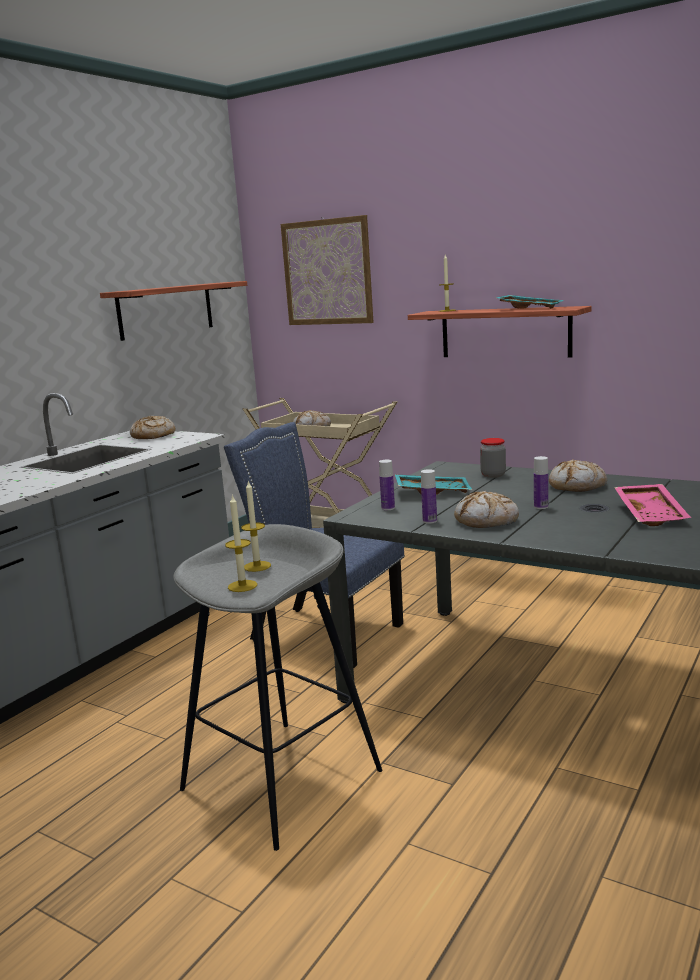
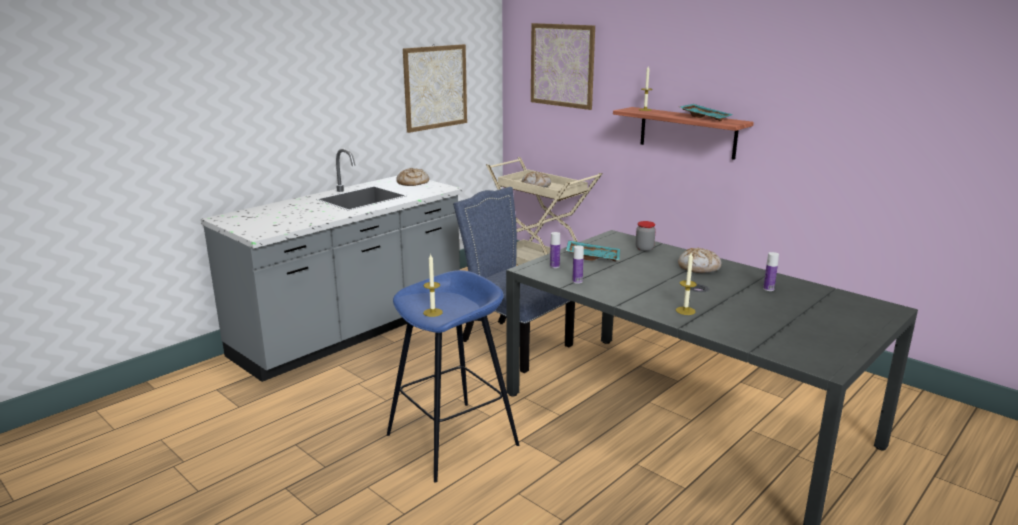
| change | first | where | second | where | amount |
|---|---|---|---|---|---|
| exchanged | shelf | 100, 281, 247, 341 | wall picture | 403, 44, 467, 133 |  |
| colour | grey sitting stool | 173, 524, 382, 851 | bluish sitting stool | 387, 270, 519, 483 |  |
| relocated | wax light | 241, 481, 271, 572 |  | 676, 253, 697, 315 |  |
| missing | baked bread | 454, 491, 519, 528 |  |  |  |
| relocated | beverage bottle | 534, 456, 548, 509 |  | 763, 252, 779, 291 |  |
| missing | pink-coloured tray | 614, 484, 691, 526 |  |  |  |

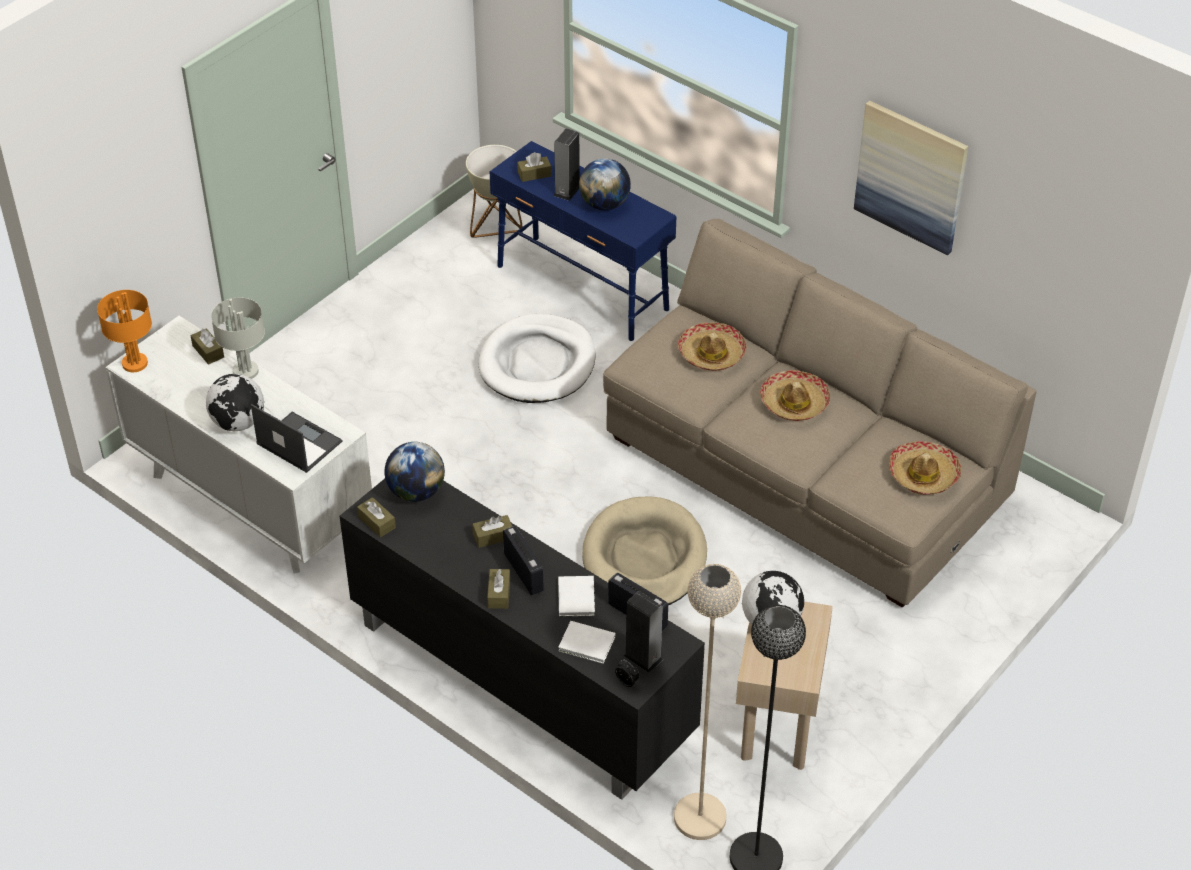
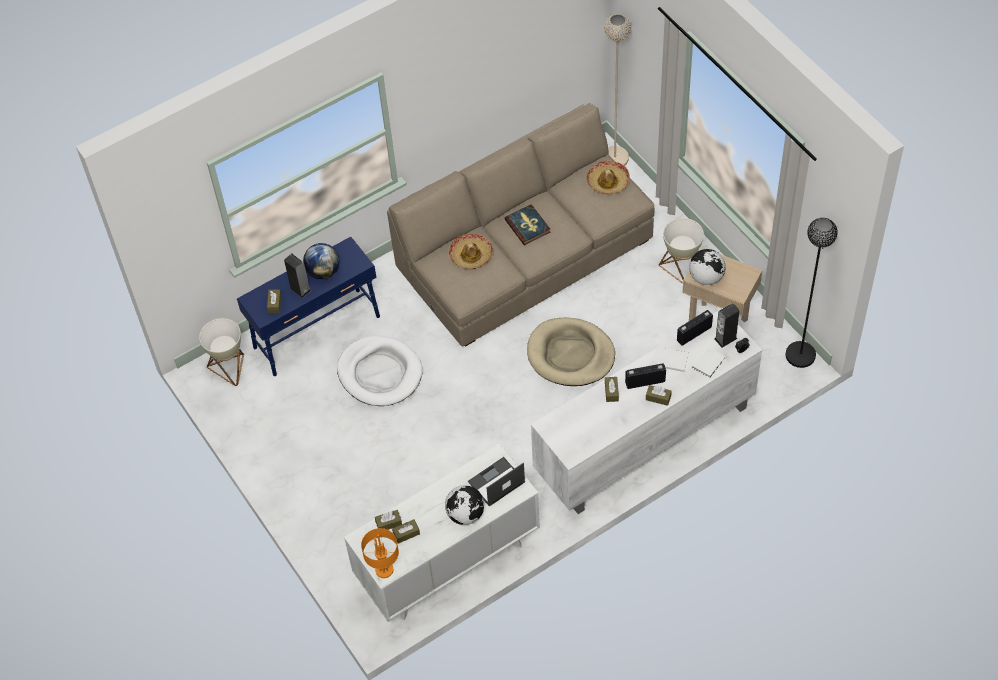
| change | first | where | second | where | amount |
|---|---|---|---|---|---|
| missing | grey tabletop lamp | 211, 297, 265, 379 |  |  |  |
| colour | black-coloured tv stand | 340, 479, 705, 800 | white-coloured tv stand | 531, 308, 762, 514 |  |
| relocated | brown-coloured tissue holder | 357, 497, 396, 537 |  | 392, 519, 420, 544 |  |
| missing | globe | 384, 442, 445, 502 |  |  |  |
| relocated | beige-coloured standard lamp | 674, 564, 741, 840 |  | 604, 14, 631, 166 |  |
| exchanged | clothing hat | 760, 370, 830, 421 | volume | 505, 204, 551, 245 |  |
| missing | wall picture | 854, 101, 968, 255 |  |  |  |
| appeared |  |  | plant pot | 659, 218, 704, 284 |  |

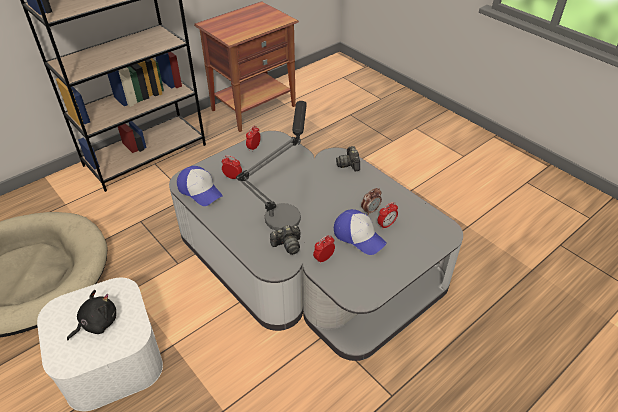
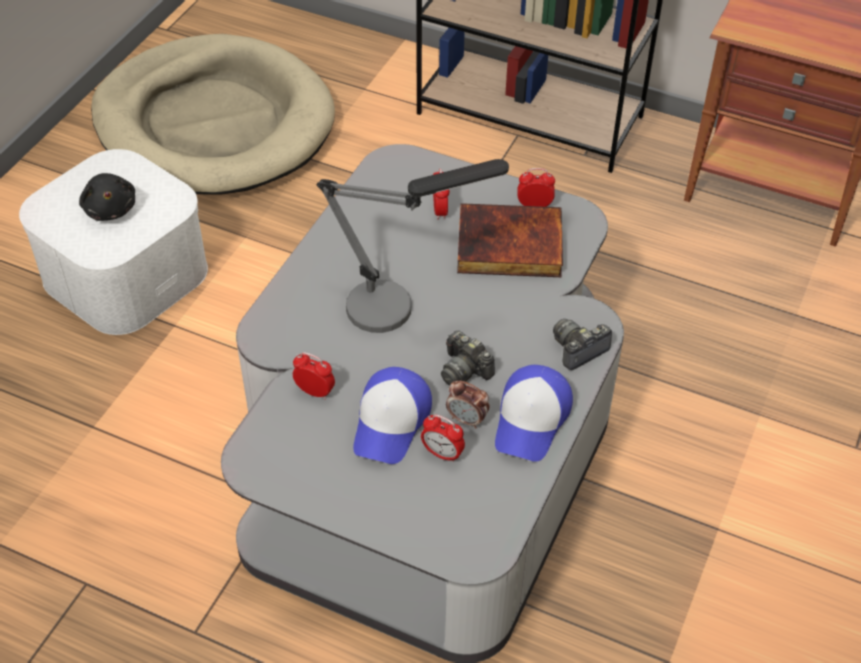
| change | first | where | second | where | amount |
|---|---|---|---|---|---|
| spun | black-coloured cuddly toy | 67, 290, 116, 340 |  | 79, 173, 135, 221 | 45 degrees clockwise |
| relocated | baseball cap | 177, 166, 223, 206 |  | 495, 365, 573, 462 |  |
| relocated | photo camera | 270, 225, 300, 255 |  | 441, 331, 495, 386 |  |
| appeared |  |  | volume | 457, 203, 563, 277 |  |

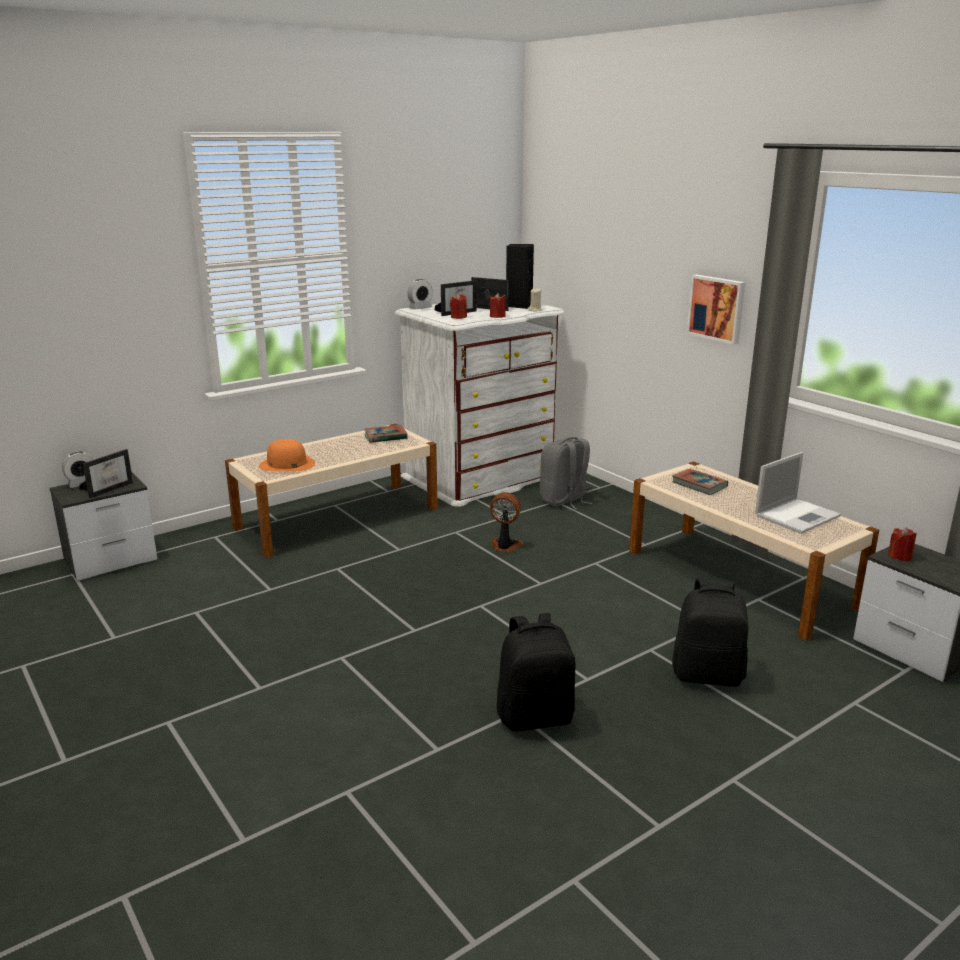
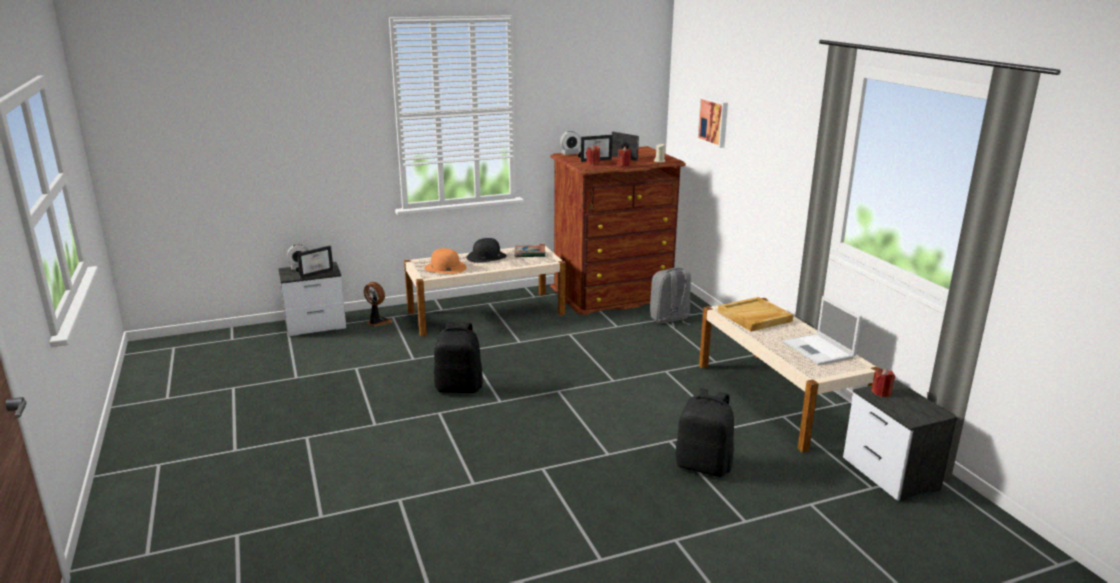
| change | first | where | second | where | amount |
|---|---|---|---|---|---|
| colour | white-coloured drawer chest | 394, 304, 564, 507 | brown-coloured drawer chest | 550, 146, 686, 315 |  |
| relocated | fan | 490, 492, 523, 552 |  | 364, 282, 392, 326 |  |
| relocated | black-coloured rucksack | 497, 613, 576, 731 |  | 434, 322, 483, 393 |  |
| missing | black-coloured loudspeaker | 506, 244, 534, 309 |  |  |  |
| exchanged | volume | 672, 469, 728, 495 | beige-coloured tray | 718, 297, 794, 331 |  |
| relocated | wall picture | 686, 274, 745, 345 |  | 697, 96, 728, 148 |  |
| spun | portable computer | 755, 452, 841, 534 |  | 783, 296, 862, 365 | 90 degrees clockwise |
| appeared |  |  | black-coloured clothing hat | 466, 238, 507, 263 |  |

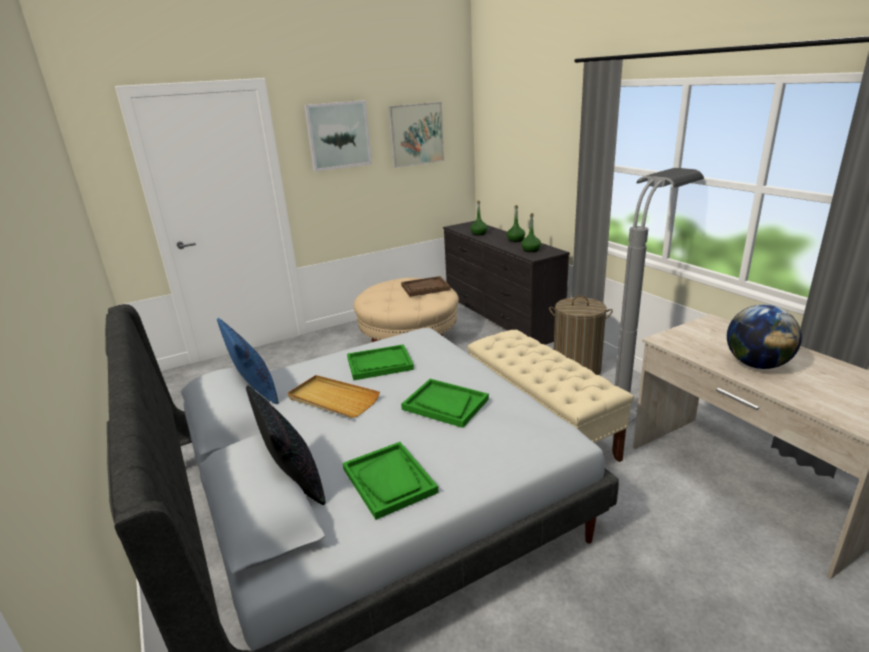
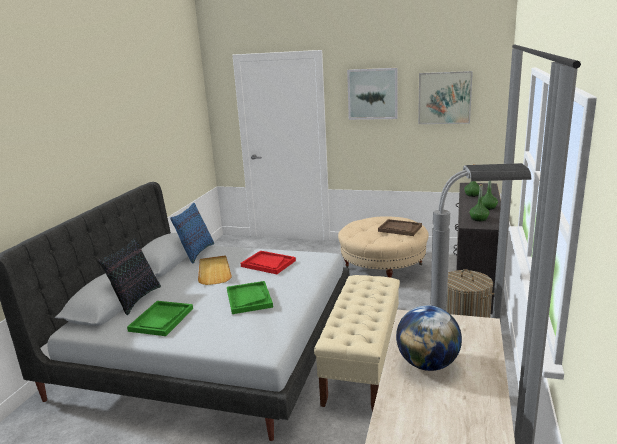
| change | first | where | second | where | amount |
|---|---|---|---|---|---|
| colour | green tray | 347, 344, 414, 380 | reddish tray | 241, 251, 296, 274 |  |

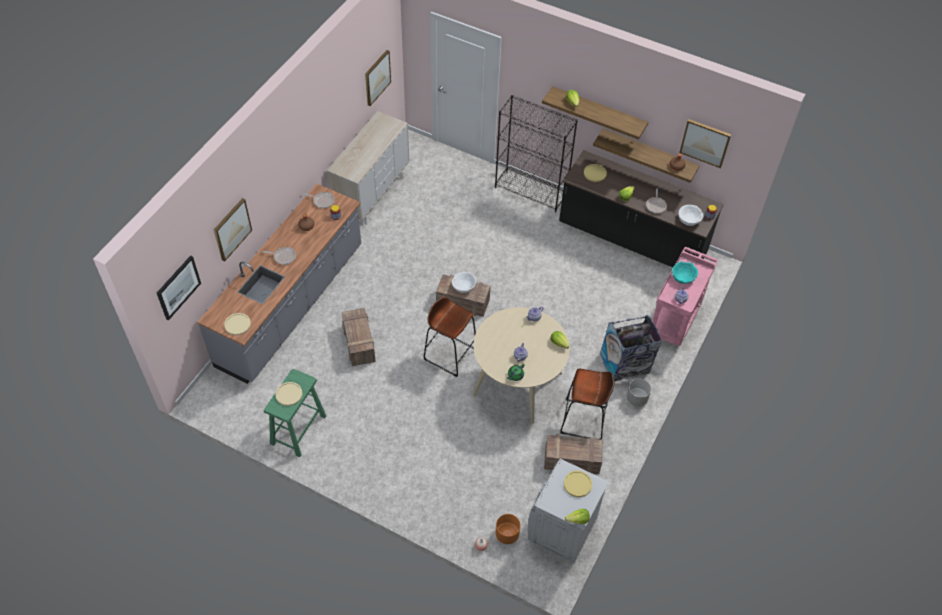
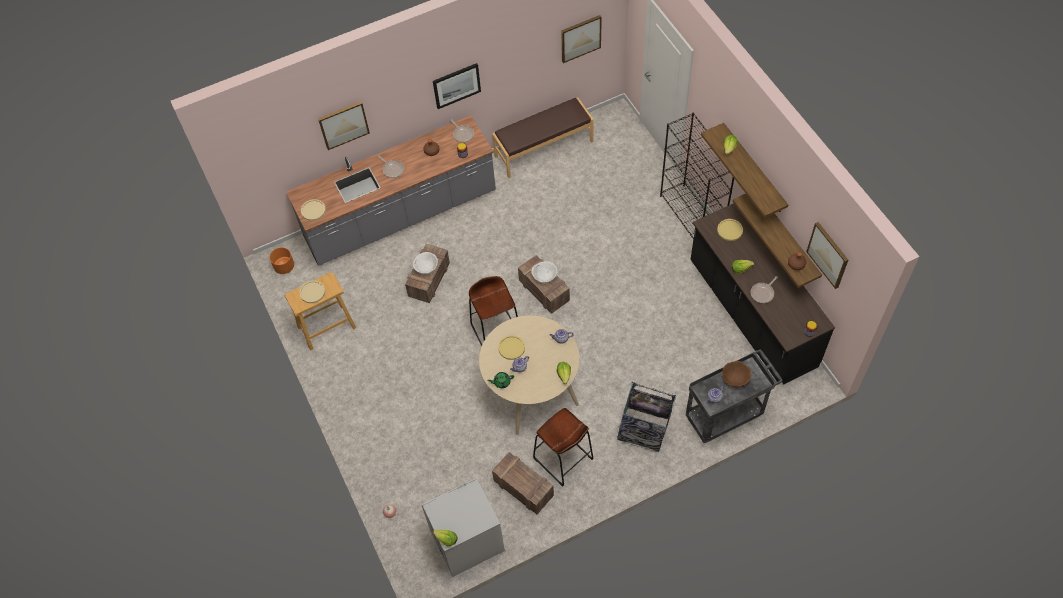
| change | first | where | second | where | amount |
|---|---|---|---|---|---|
| relocated | wall picture | 157, 255, 201, 320 |  | 433, 63, 481, 109 |  |
| colour | green sitting stool | 264, 369, 326, 457 | beige-coloured sitting stool | 284, 272, 356, 351 |  |
| exchanged | white-coloured drawer chest | 326, 111, 409, 225 | brown-coloured long seat | 492, 98, 594, 178 |  |
| relocated | orange plant pot | 495, 514, 521, 544 |  | 270, 247, 294, 274 |  |
| relocated | yellow flat dish | 564, 470, 592, 497 |  | 498, 335, 525, 360 |  |
| missing | grey plant pot | 627, 379, 651, 406 |  |  |  |
| colour | pink-coloured wheeled cart | 652, 247, 718, 348 | grey wheeled cart | 686, 350, 783, 443 |  |
| colour | blue-green bowl | 672, 261, 698, 284 | brown-coloured bowl | 722, 361, 751, 387 |  |
| relocated | white-coloured bowl | 679, 205, 704, 226 |  | 413, 252, 438, 275 |  |

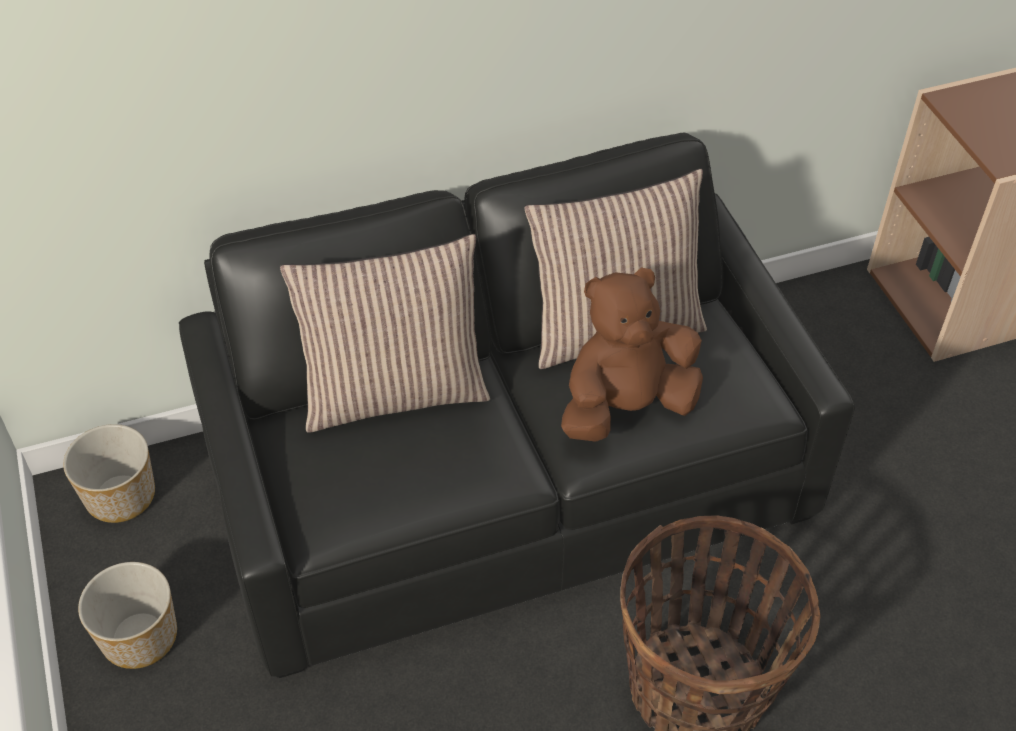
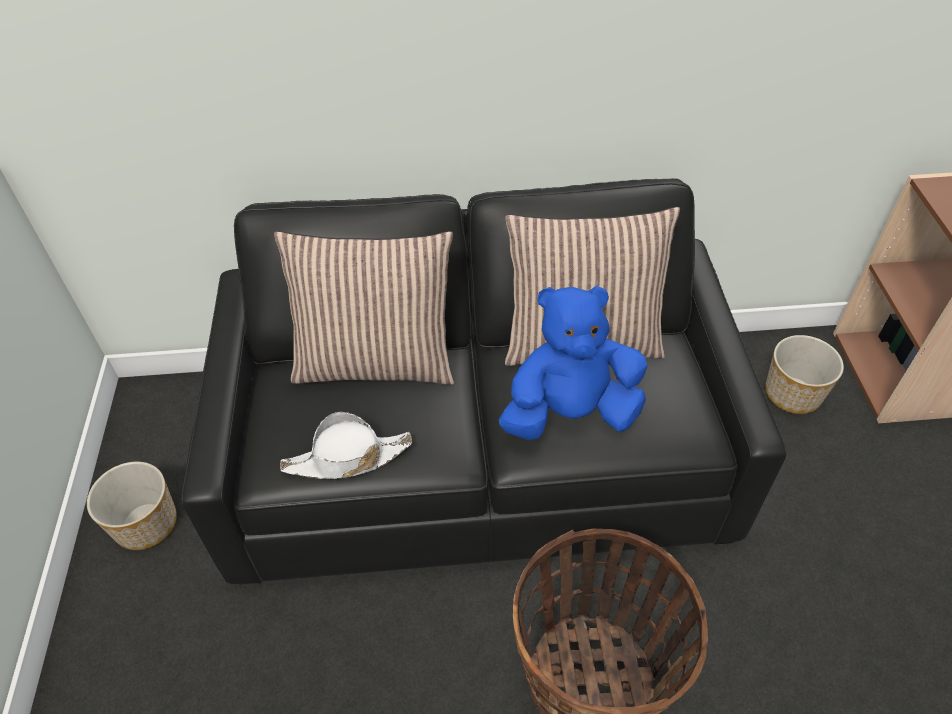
| change | first | where | second | where | amount |
|---|---|---|---|---|---|
| relocated | plant pot | 63, 424, 155, 523 |  | 765, 335, 844, 414 |  |
| colour | brown-coloured cuddly toy | 561, 267, 703, 442 | bluish cuddly toy | 499, 286, 647, 440 |  |
| appeared |  |  | white-coloured clothing hat | 280, 412, 412, 479 |  |

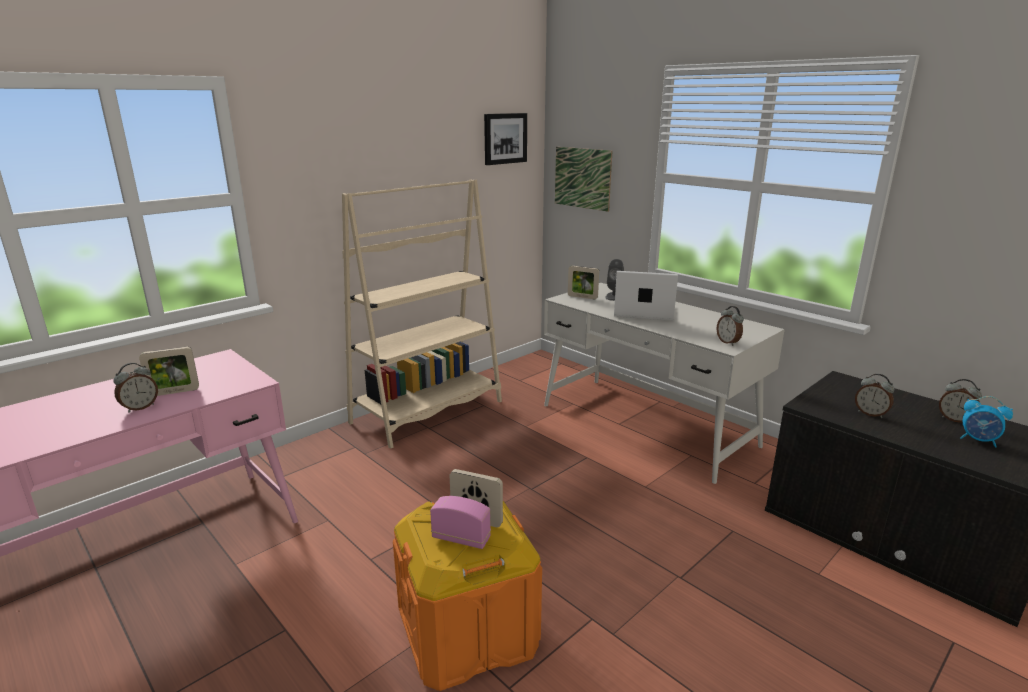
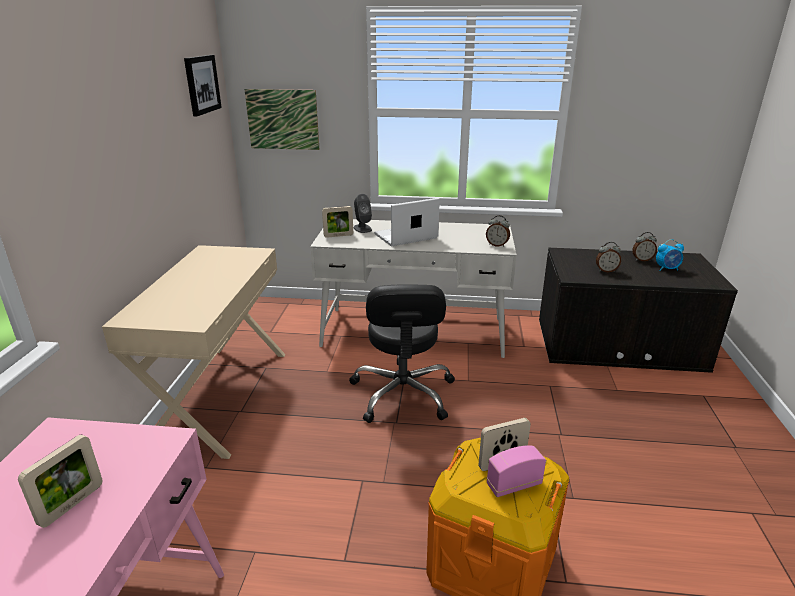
| change | first | where | second | where | amount |
|---|---|---|---|---|---|
| missing | bedside clock | 113, 363, 158, 413 |  |  |  |
| exchanged | beige-coloured shelving unit | 342, 180, 502, 448 | beige-coloured desk table | 102, 245, 286, 459 |  |
| appeared |  |  | black-coloured computer chair | 349, 285, 455, 423 |  |

